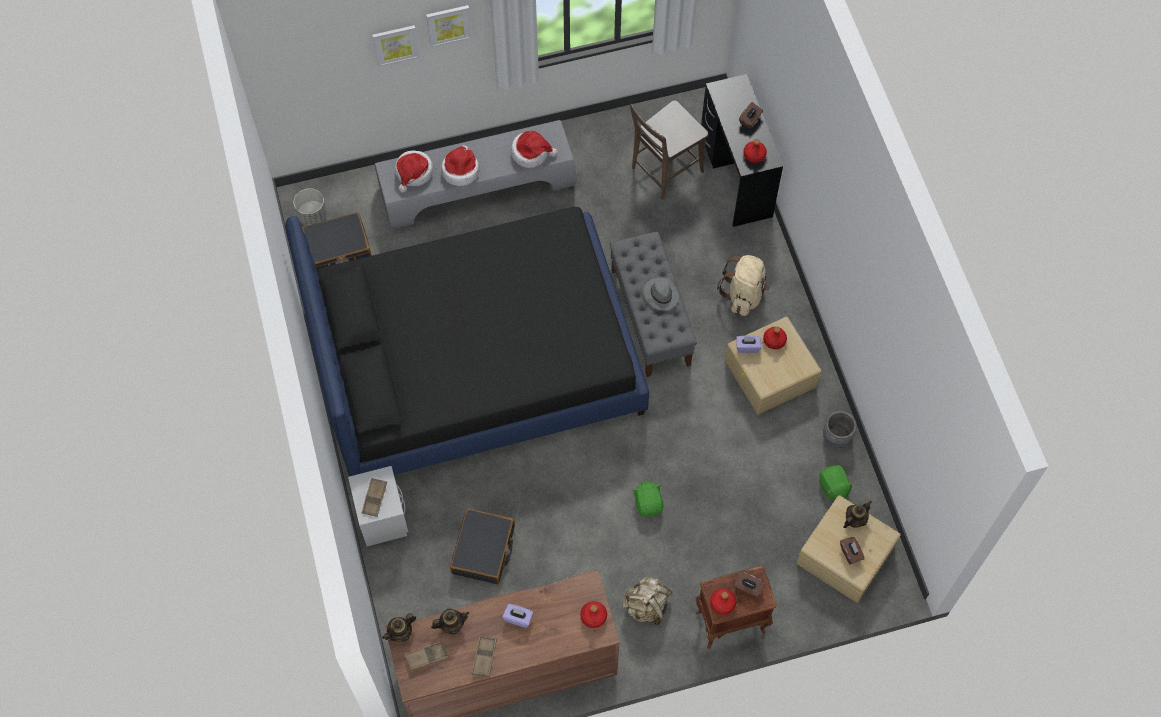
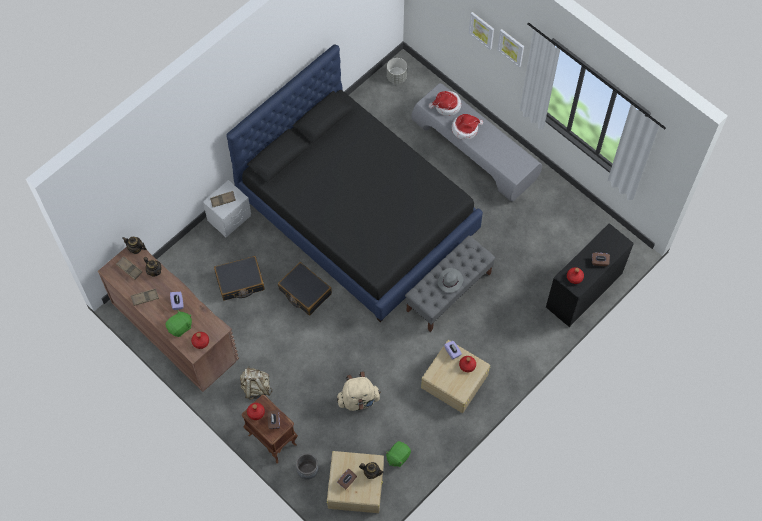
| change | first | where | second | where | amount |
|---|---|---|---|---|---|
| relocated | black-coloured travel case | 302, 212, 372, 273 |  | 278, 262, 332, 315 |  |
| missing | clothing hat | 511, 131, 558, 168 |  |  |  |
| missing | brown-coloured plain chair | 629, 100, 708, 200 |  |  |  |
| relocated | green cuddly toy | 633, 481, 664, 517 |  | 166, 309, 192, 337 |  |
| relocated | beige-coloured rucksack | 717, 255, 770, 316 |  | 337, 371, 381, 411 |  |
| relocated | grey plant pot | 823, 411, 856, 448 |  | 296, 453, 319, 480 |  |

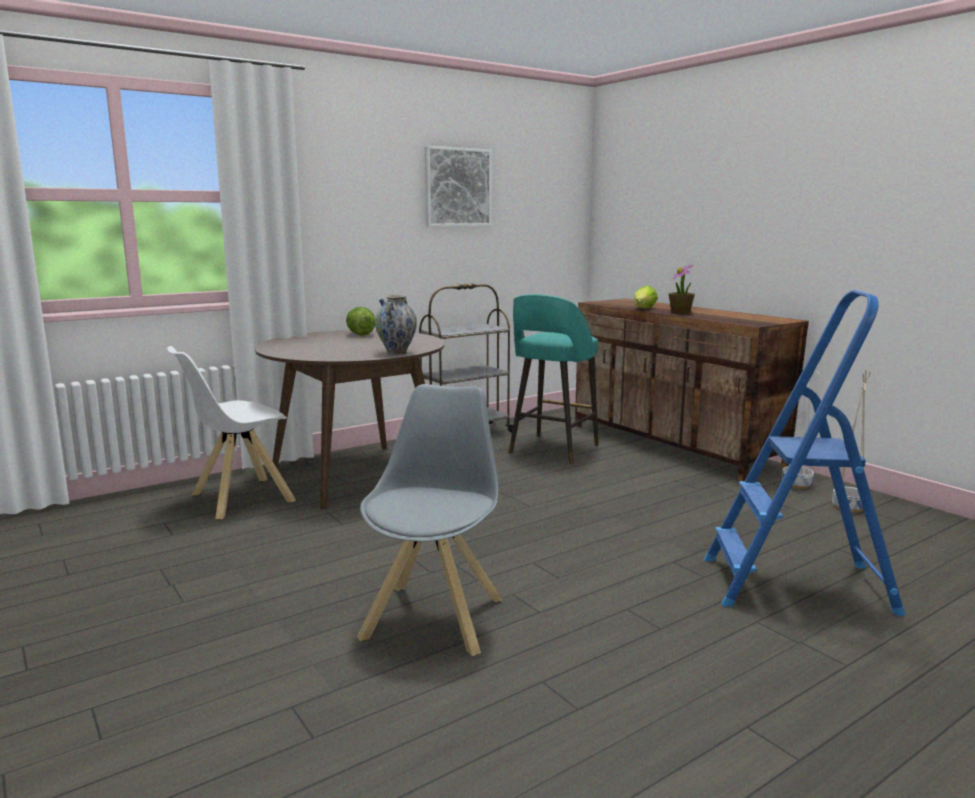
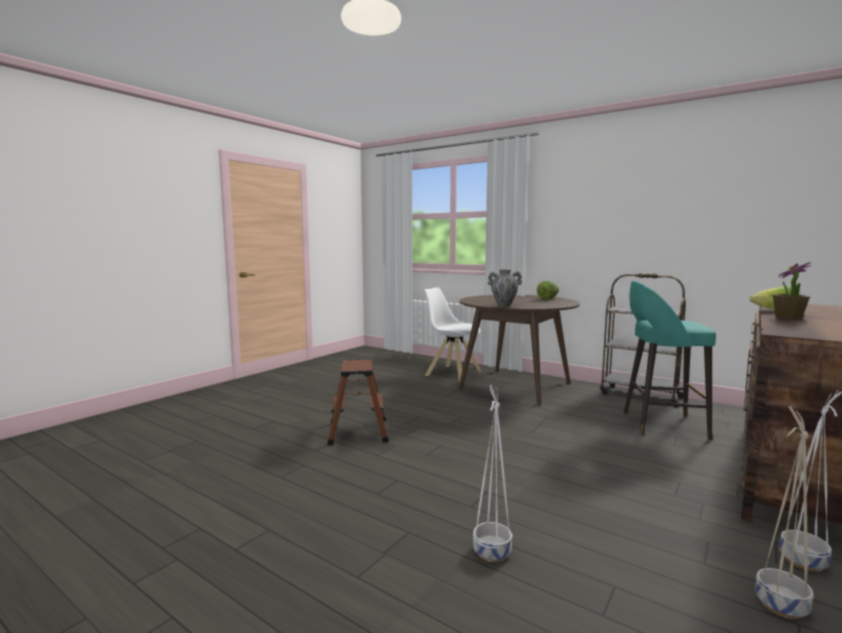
| change | first | where | second | where | amount |
|---|---|---|---|---|---|
| exchanged | grey plain chair | 357, 384, 503, 656 | brown-coloured step stool | 327, 359, 389, 445 |  |
| missing | wall picture | 424, 146, 492, 227 |  |  |  |
| exchanged | bluish step stool | 704, 290, 906, 616 | white-coloured plant pot | 473, 385, 513, 562 |  |

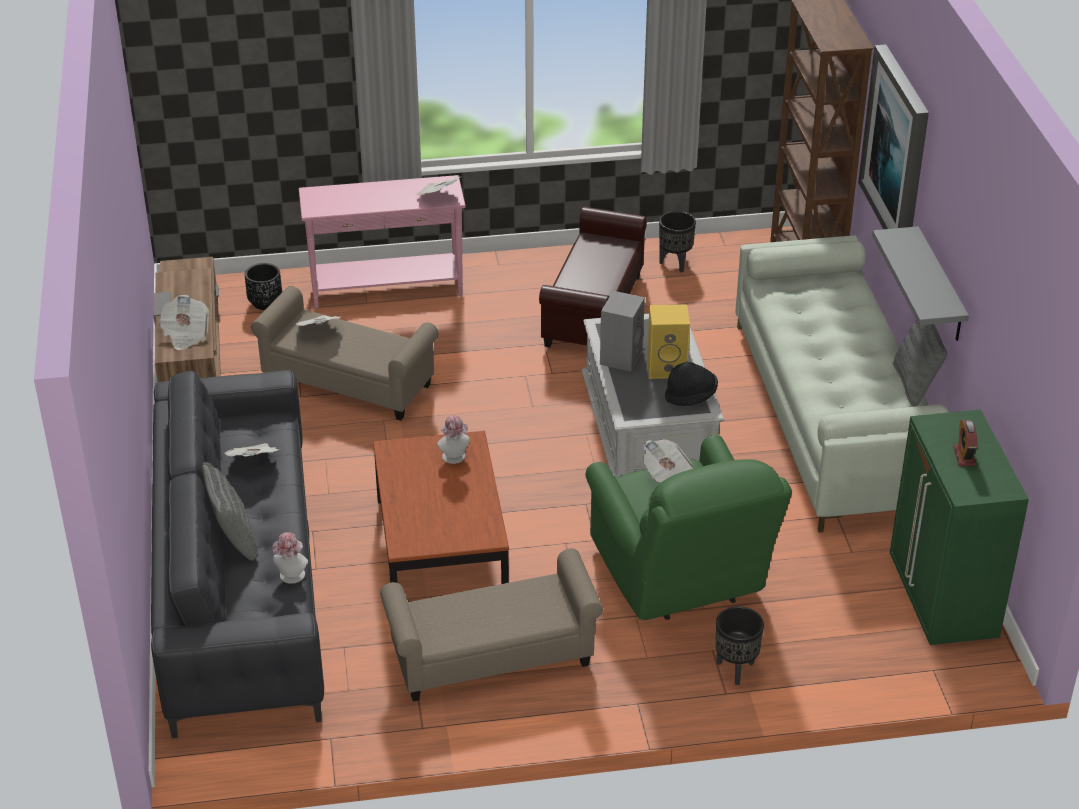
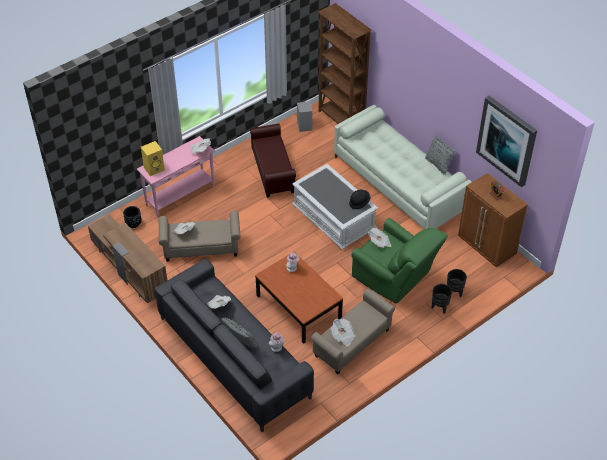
| change | first | where | second | where | amount |
|---|---|---|---|---|---|
| relocated | printed paper | 159, 295, 209, 350 |  | 331, 319, 356, 346 |  |
| relocated | grey loudspeaker | 600, 291, 645, 371 |  | 297, 101, 313, 132 |  |
| relocated | yellow loudspeaker | 647, 305, 690, 379 |  | 141, 141, 165, 176 |  |
| relocated | black-coloured plant pot | 659, 211, 696, 272 |  | 447, 269, 467, 297 |  |
| relocated | wall picture | 858, 45, 929, 229 |  | 476, 96, 537, 187 |  |
| missing | grey shelf | 872, 226, 969, 341 |  |  |  |
| colour | green storage cabinet | 890, 409, 1029, 645 | brown-coloured storage cabinet | 458, 173, 528, 268 |  |

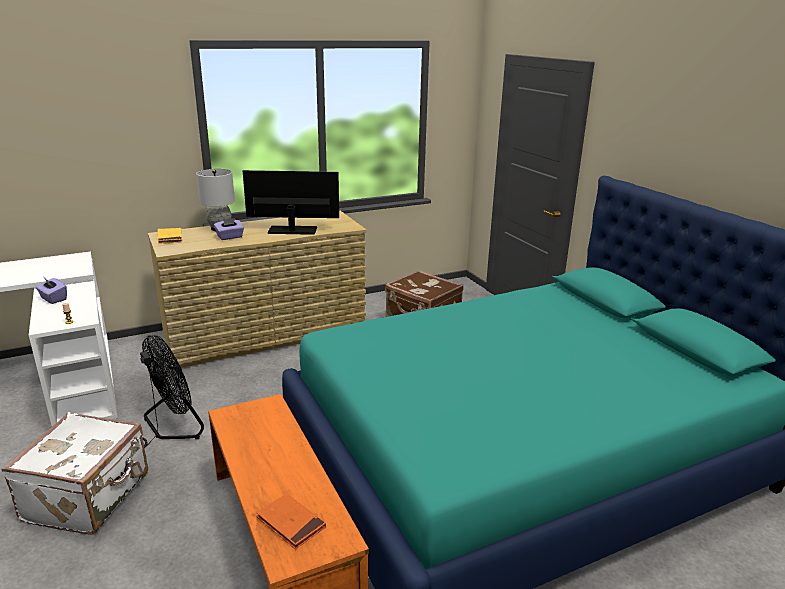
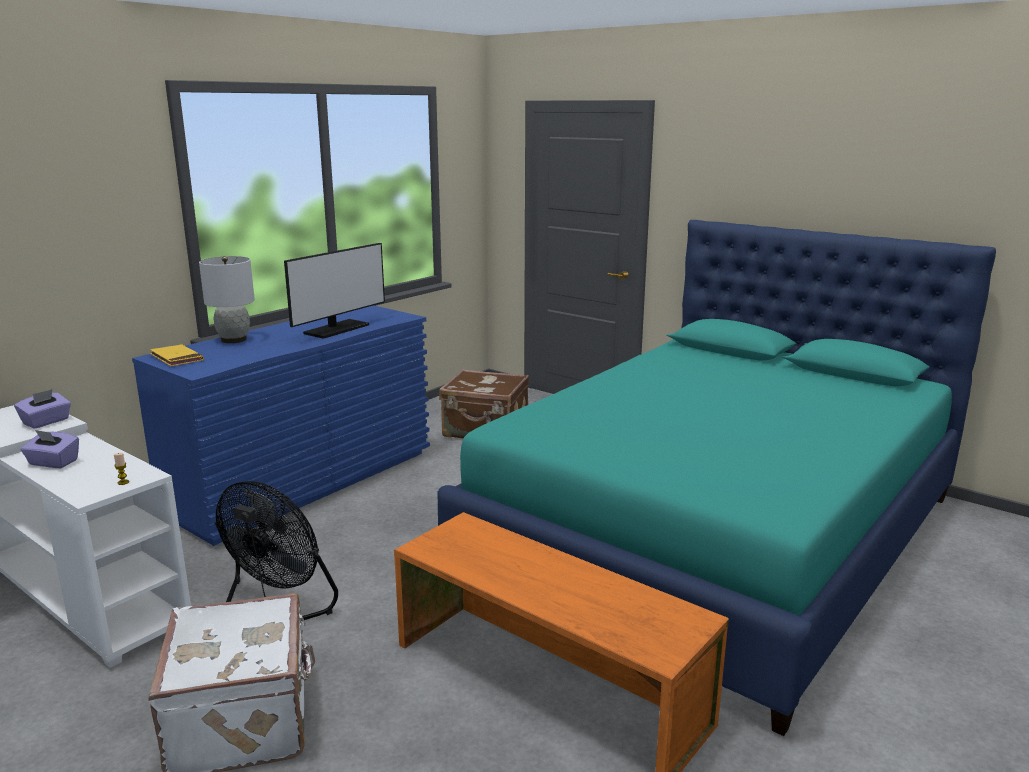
| change | first | where | second | where | amount |
|---|---|---|---|---|---|
| colour | beige-coloured drawer chest | 148, 211, 367, 368 | bluish drawer chest | 132, 305, 430, 546 |  |
| relocated | purple-coloured tissue holder | 214, 218, 244, 240 |  | 14, 389, 71, 429 |  |
| spun | computer screen | 243, 170, 339, 235 |  | 284, 243, 385, 339 | 150 degrees clockwise |
| missing | orange volume | 256, 493, 326, 549 |  |  |  |

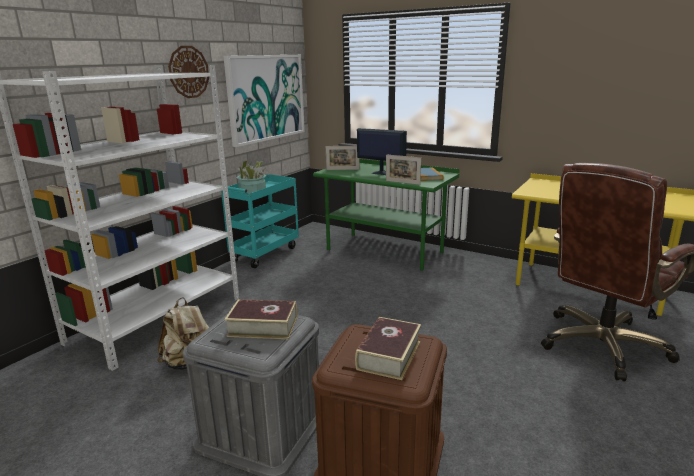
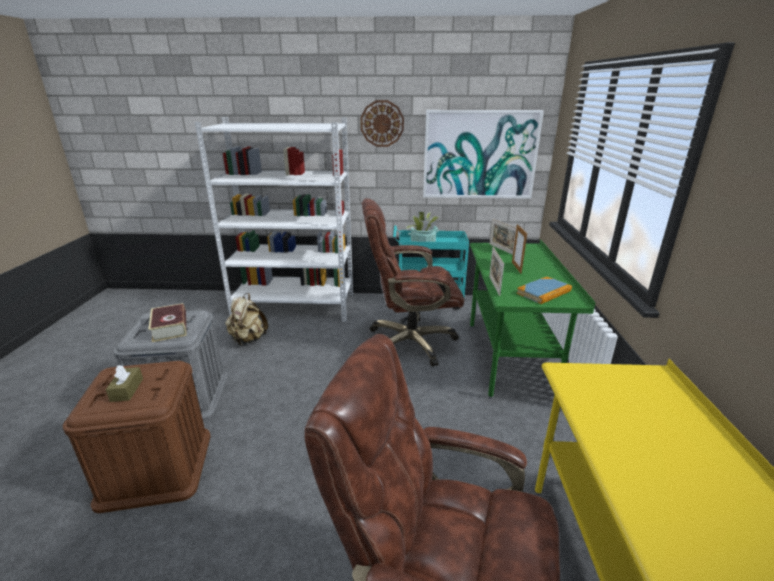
| change | first | where | second | where | amount |
|---|---|---|---|---|---|
| exchanged | volume | 355, 317, 421, 380 | brown-coloured tissue holder | 106, 365, 143, 402 |  |
| exchanged | computer screen | 357, 128, 407, 175 | picture frame | 512, 224, 527, 274 |  |
| appeared |  |  | brown-coloured computer chair | 361, 198, 464, 367 |  |

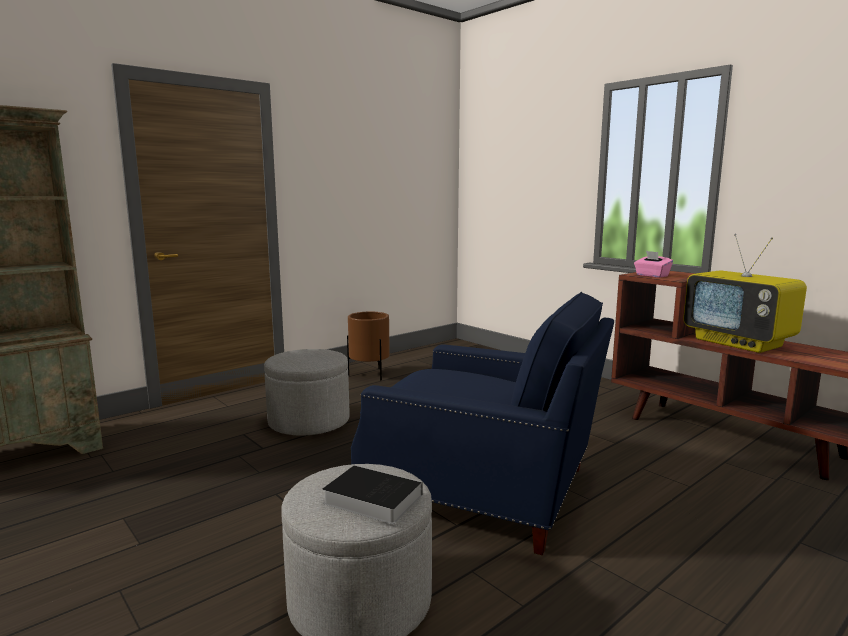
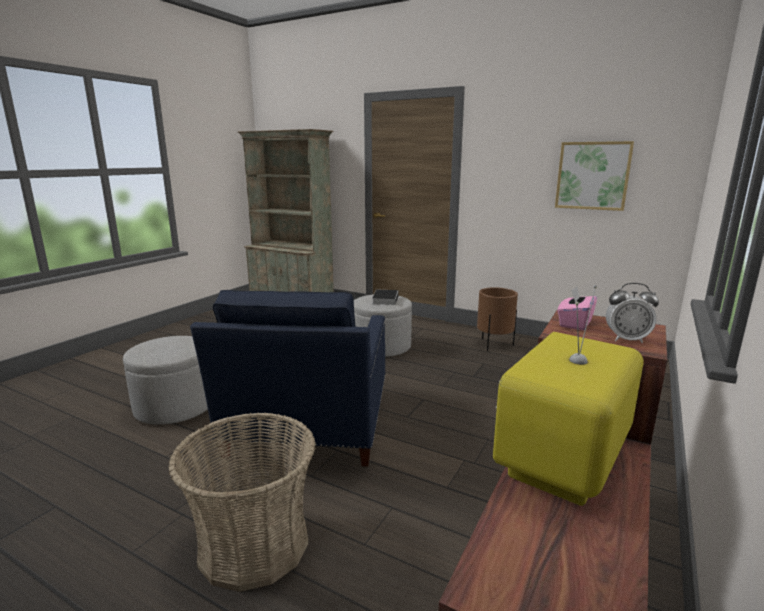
| change | first | where | second | where | amount |
|---|---|---|---|---|---|
| relocated | volume | 322, 465, 422, 524 |  | 372, 290, 399, 305 |  |
| appeared |  |  | household basket | 168, 413, 316, 592 |  |
| appeared |  |  | wall picture | 555, 141, 634, 211 |  |
| appeared |  |  | bedside clock | 606, 283, 659, 343 |  |

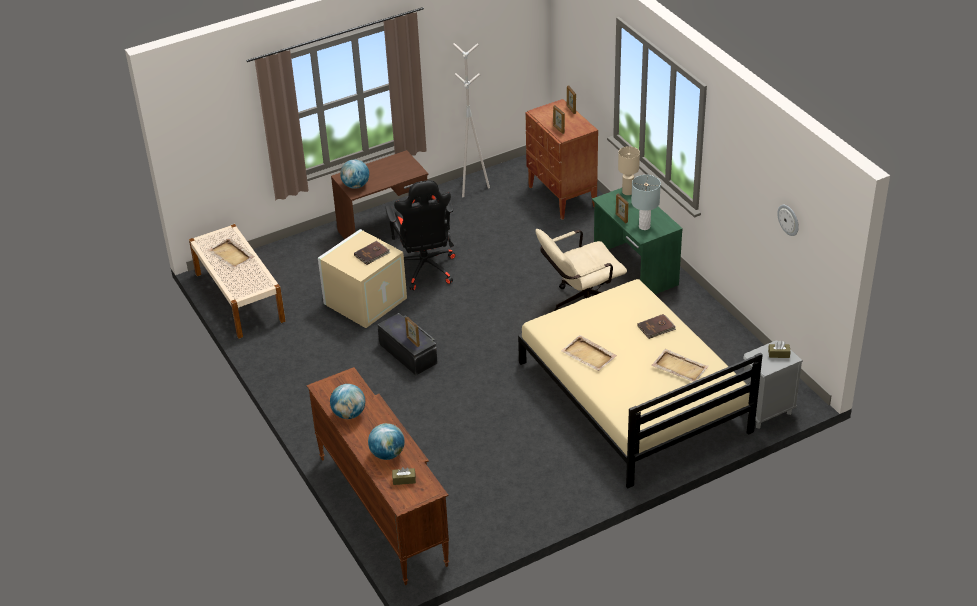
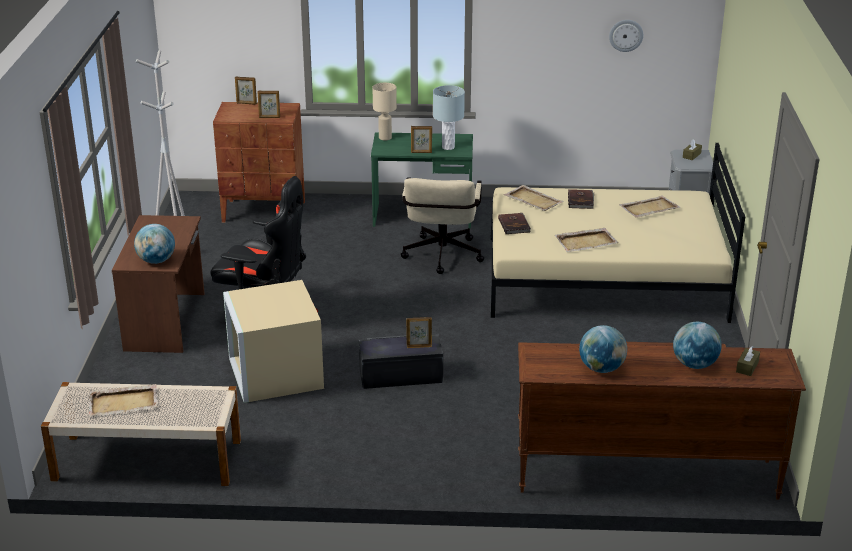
| change | first | where | second | where | amount |
|---|---|---|---|---|---|
| relocated | brown-coloured volume | 354, 241, 391, 265 |  | 498, 213, 531, 234 |  |
| appeared |  |  | beige-coloured tray | 503, 185, 564, 211 |  |

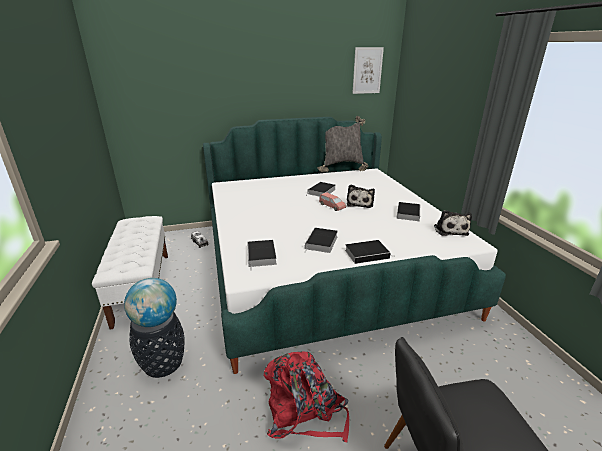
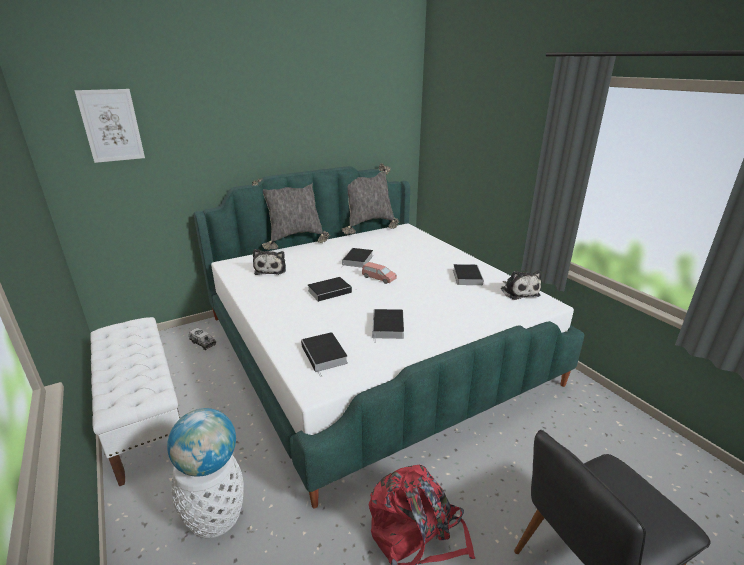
| change | first | where | second | where | amount |
|---|---|---|---|---|---|
| colour | black-coloured sitting stool | 129, 312, 185, 378 | white-coloured sitting stool | 172, 455, 244, 538 |  |
| relocated | volume | 345, 240, 396, 264 |  | 308, 277, 352, 302 |  |
| relocated | cuddly toy | 347, 185, 375, 208 |  | 253, 249, 286, 275 |  |
| relocated | wall picture | 352, 47, 384, 94 |  | 75, 89, 145, 163 |  |
| appeared |  |  | throw pillow | 252, 178, 331, 250 |  |

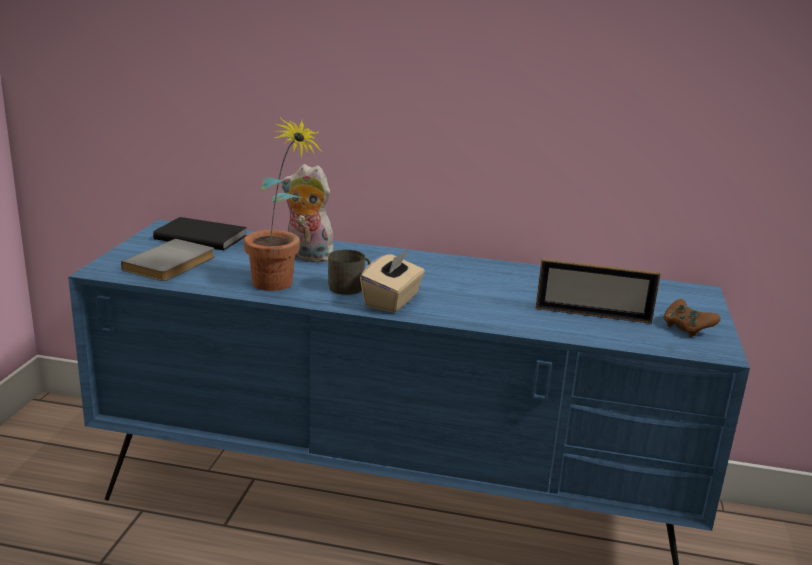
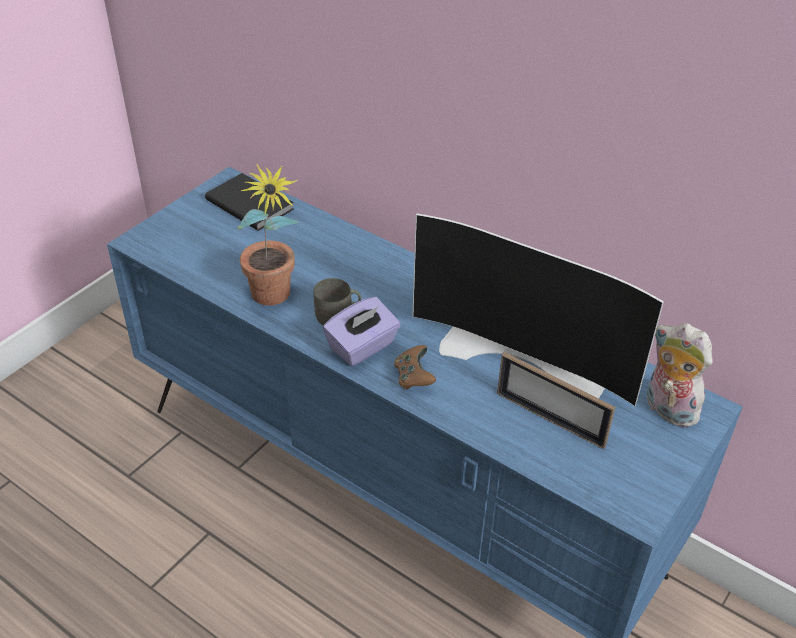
| change | first | where | second | where | amount |
|---|---|---|---|---|---|
| missing | grey volume | 121, 239, 215, 281 |  |  |  |
| relocated | cuddly toy | 281, 164, 334, 263 |  | 647, 323, 712, 427 |  |
| colour | beige-coloured tissue holder | 360, 250, 425, 313 | purple-coloured tissue holder | 323, 297, 400, 366 |  |
| relocated | brown-coloured joypad | 663, 299, 721, 337 |  | 394, 345, 436, 389 |  |
| appeared |  |  | TV | 412, 214, 664, 406 |  |

